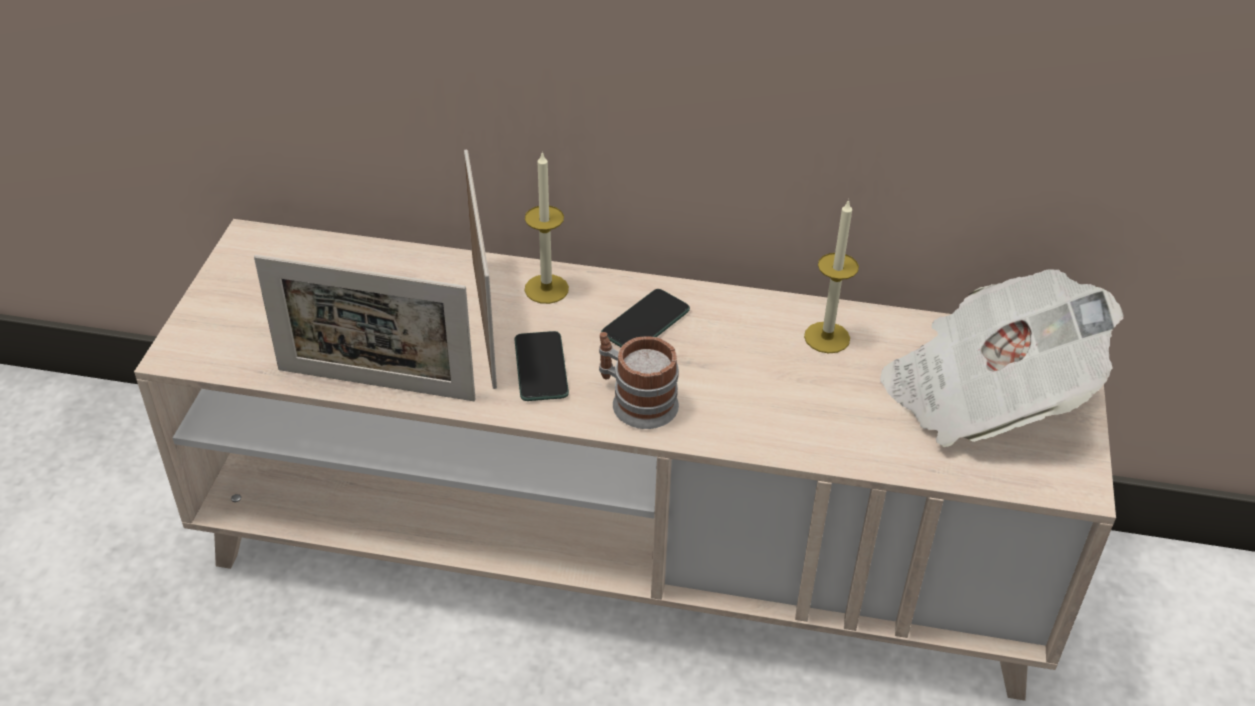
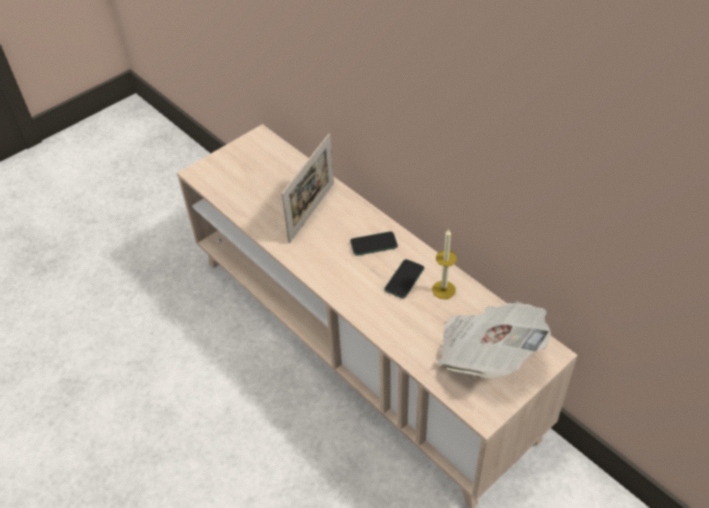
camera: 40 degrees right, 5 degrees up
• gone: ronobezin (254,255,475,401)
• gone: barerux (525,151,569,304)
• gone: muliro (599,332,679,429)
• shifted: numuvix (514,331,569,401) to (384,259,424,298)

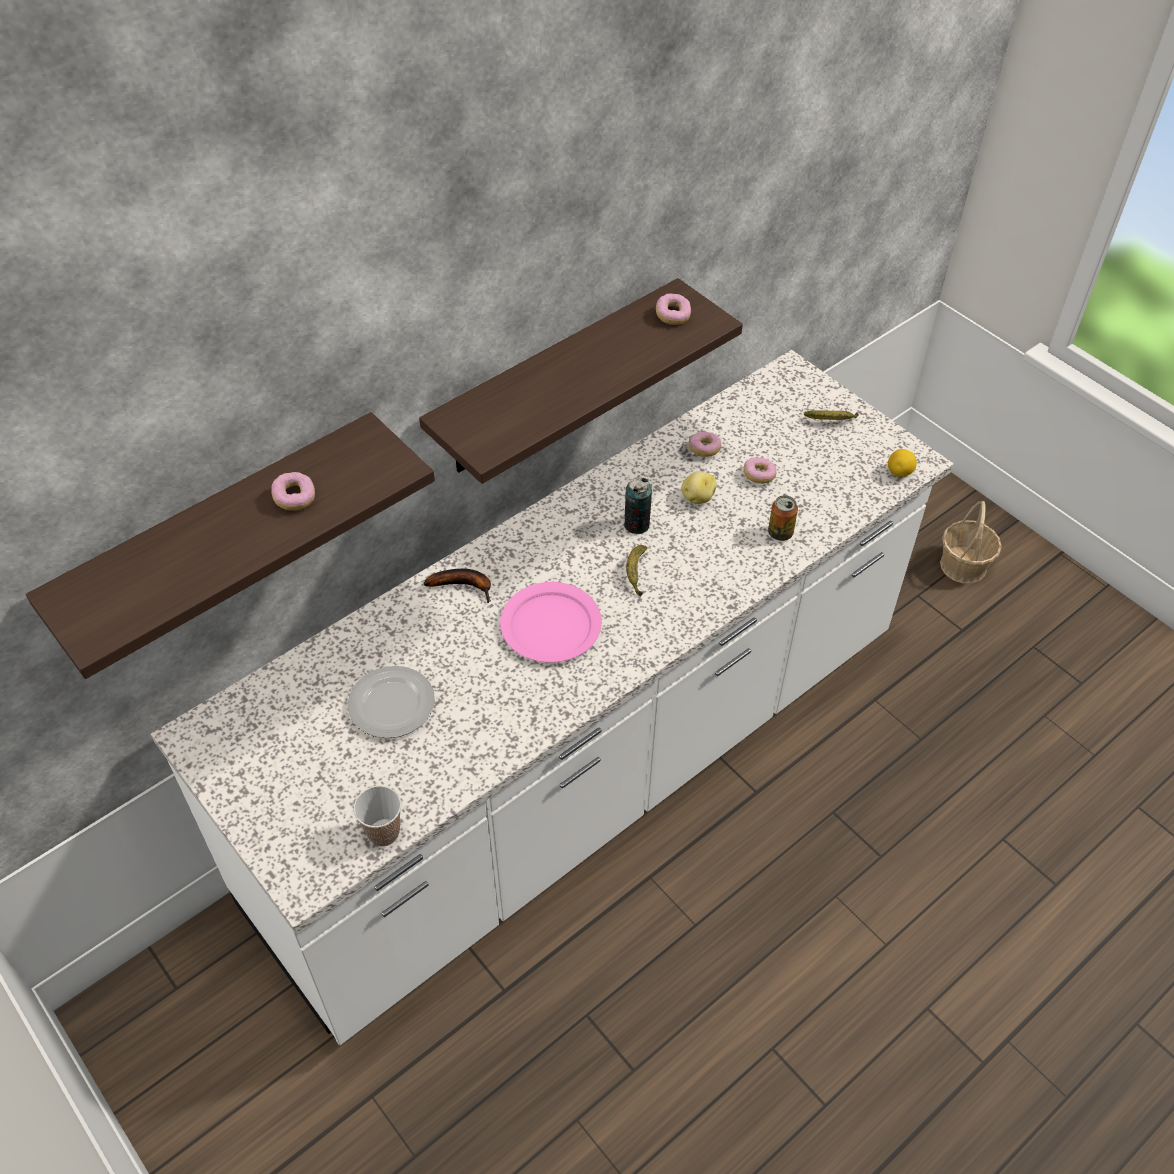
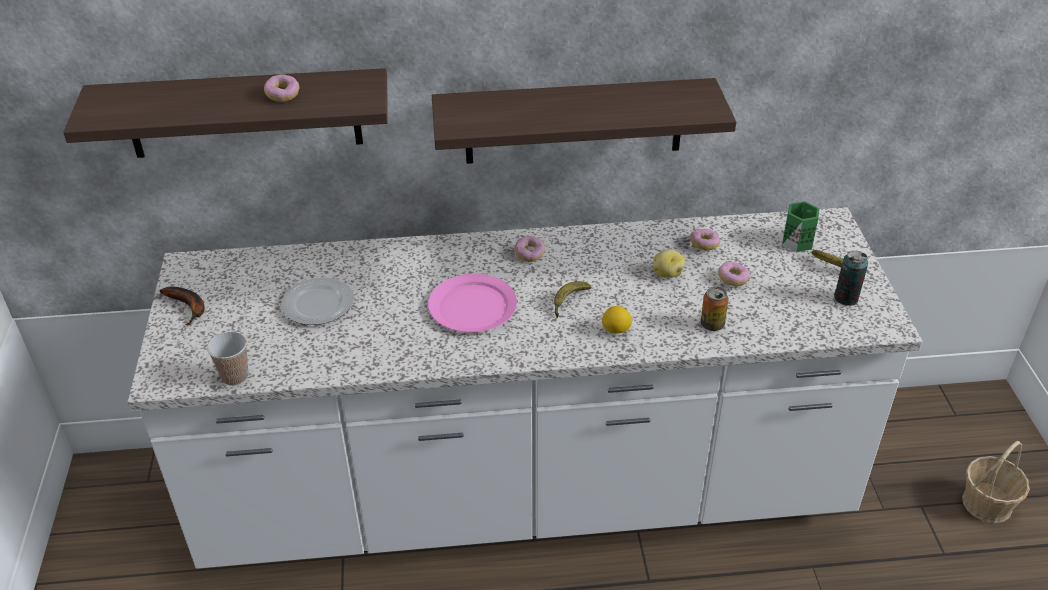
camera: 35 degrees right, 10 degrees down
• new: green muliro (782,202,819,252)
• shifted: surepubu (424,569,491,603) to (160,286,205,326)
• shifted: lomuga (624,477,652,534) to (834,250,868,306)
• shifted: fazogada (656,293,691,325) to (514,236,545,262)
• shifted: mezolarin (888,449,917,477) to (602,306,632,334)

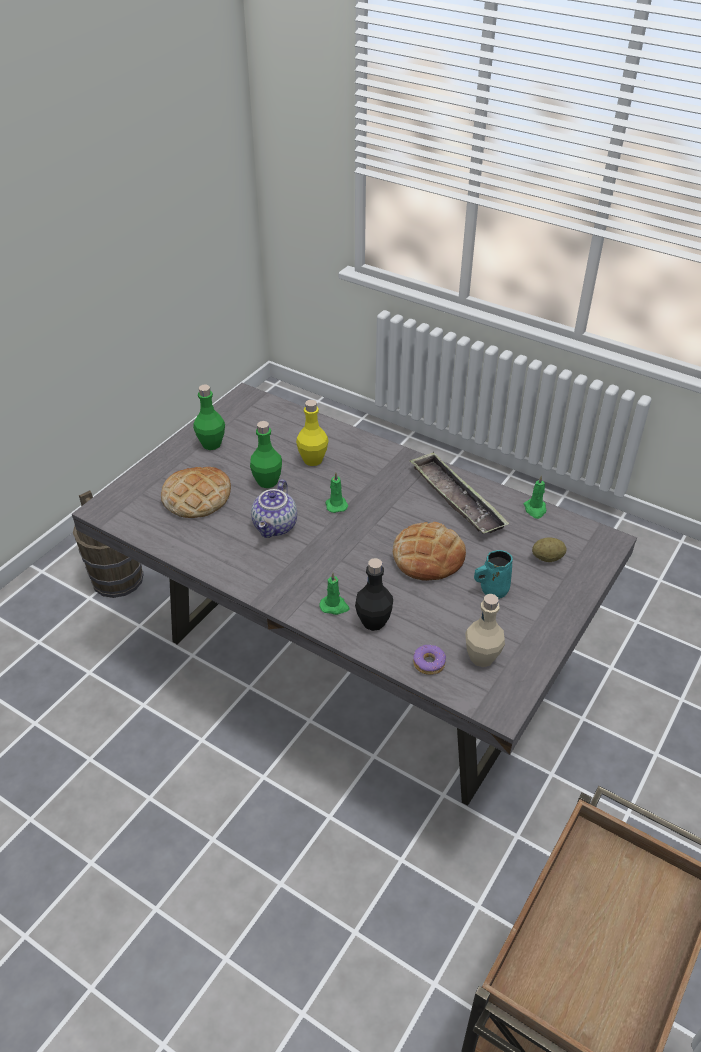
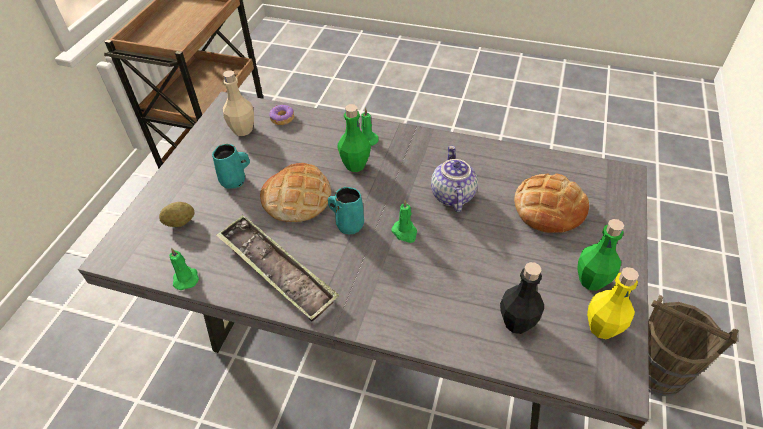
camera: 165 degrees right, 5 degrees up
• new: turquoise muliro (328,187,364,234)
• shifted: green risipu (250,421,282,488) to (337,104,371,172)
• shifted: yellow risipu (296,400,328,466) to (587,267,639,339)
• shifted: black risipu (355,558,393,631) to (500,262,544,334)

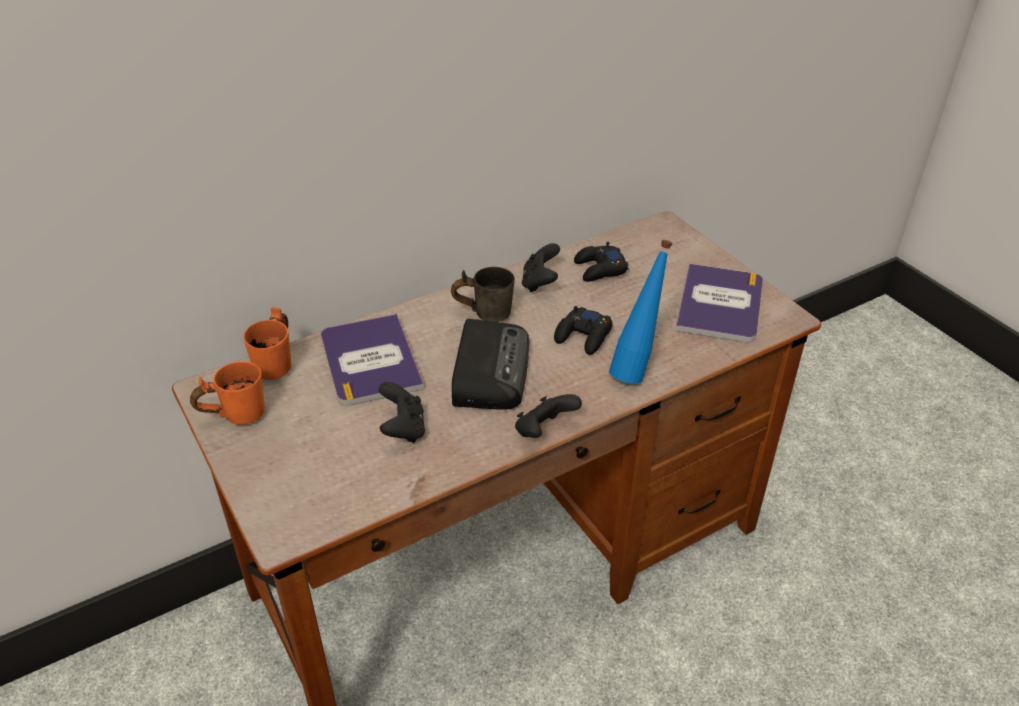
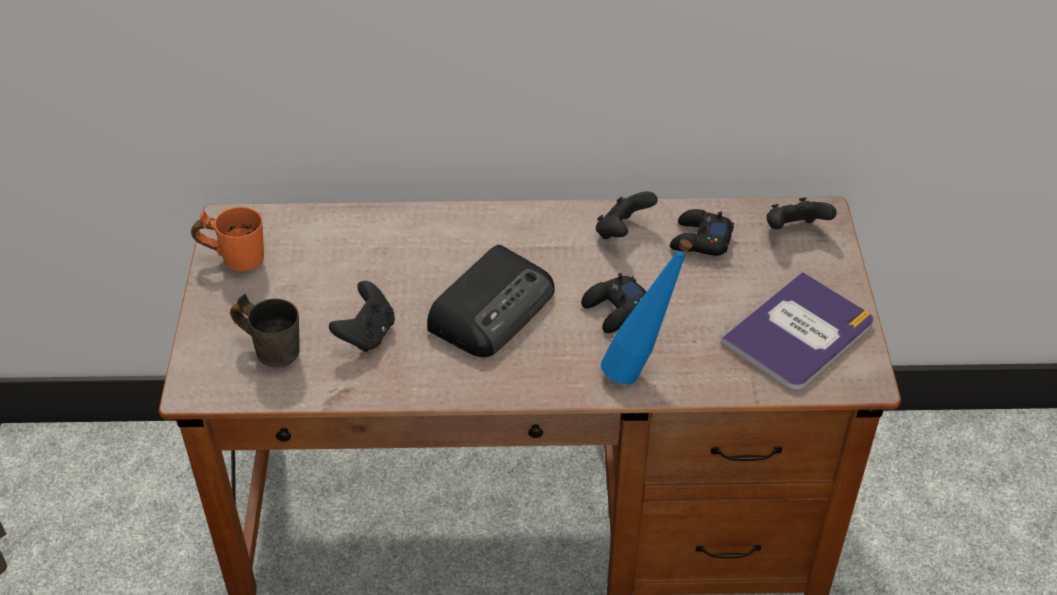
camera: 30 degrees right, 5 degrees up
• gone: orange muliro (244,307,291,380)
• gone: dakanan (321,314,424,406)
• shifted: grey muliro (451,267,515,322) to (230,294,300,367)
• shifted: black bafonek (515,394,582,438) to (766,197,837,229)

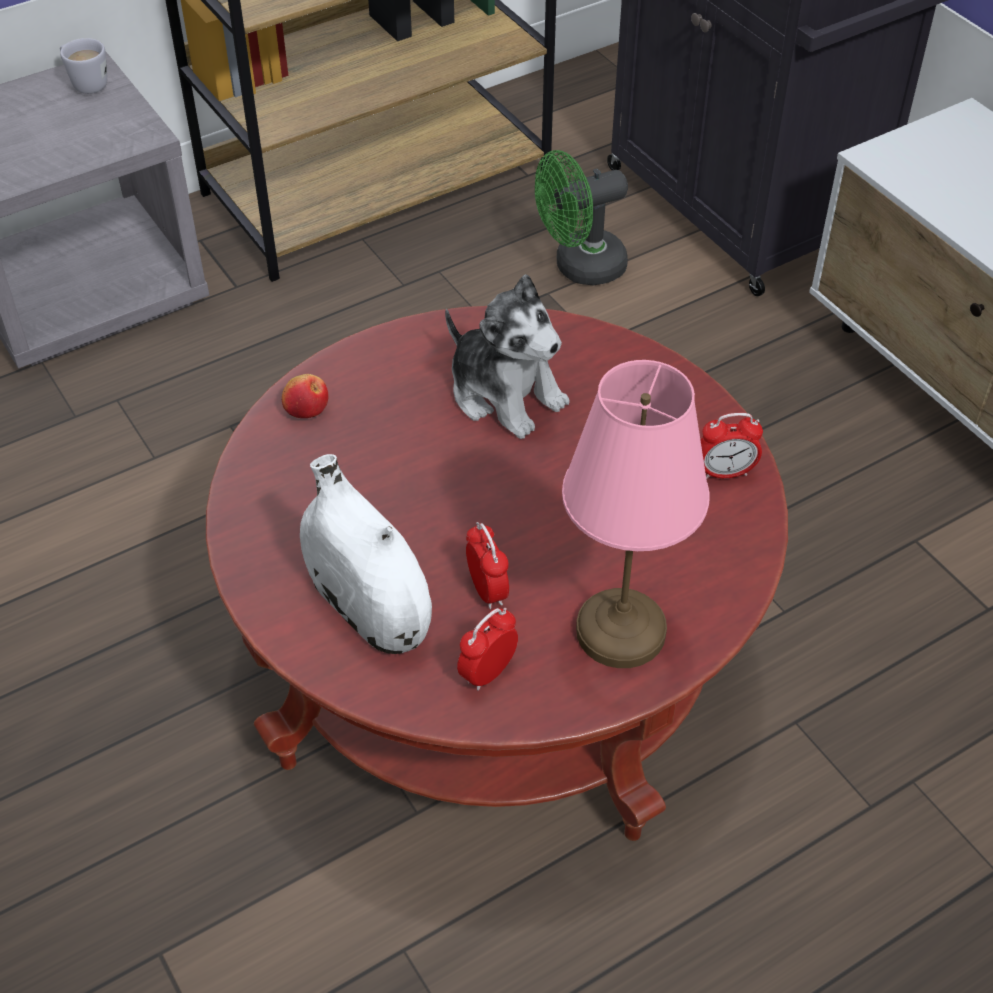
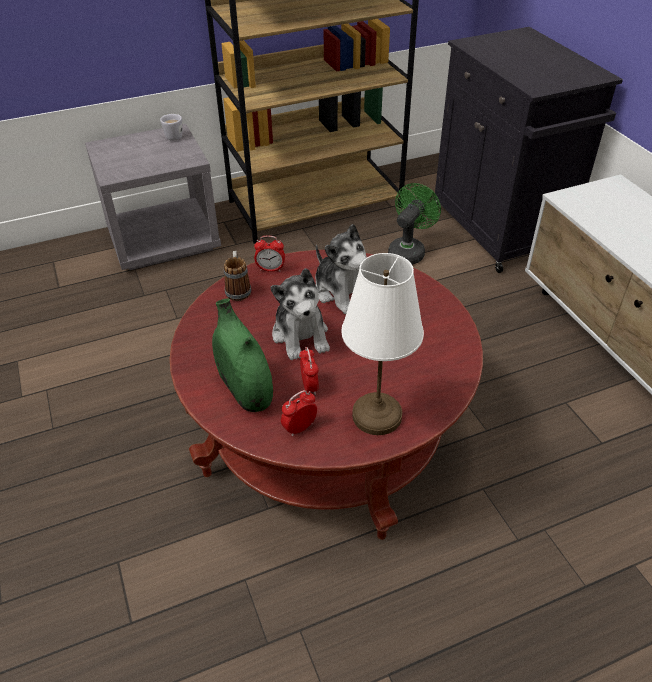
camera: 10 degrees right, 5 degrees down
• new: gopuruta (271,268,330,360)
• shifted: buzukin (701,413,763,479) to (254,236,285,272)
• swapped: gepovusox (282,374,329,418) to muliro (224,251,252,301)
• repainted: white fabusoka (300,454,432,654) to green fabusoka (212,298,273,412)
• repainted: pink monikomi (562,360,710,668) to white monikomi (341,253,424,435)
• rotated: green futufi (535,150,628,285) = (388,183,441,265) 135 degrees clockwise

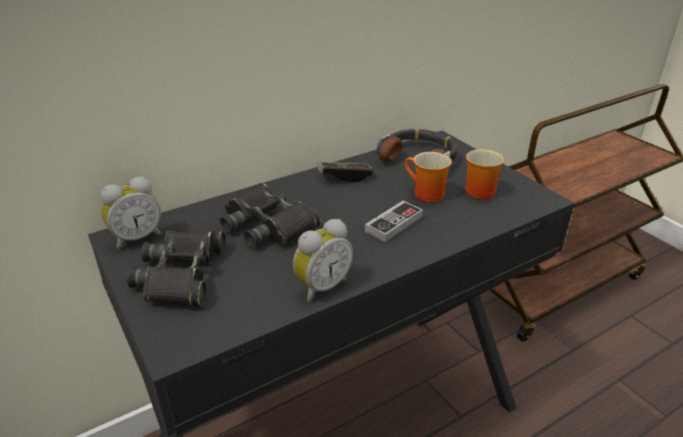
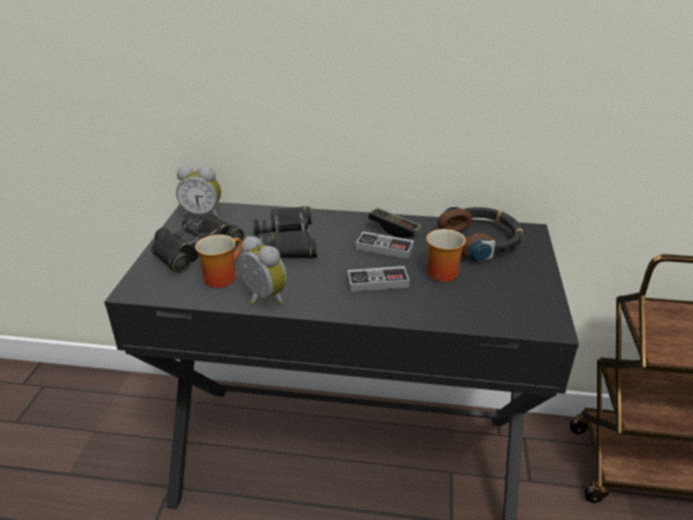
camera: 40 degrees right, 0 degrees up
• new: bafonek (356,232,414,259)
• shifted: muliro (466,149,505,199) to (195,234,242,288)
• rotated: buzukin (293,219,353,302) = (238,236,287,305) 135 degrees counterclockwise

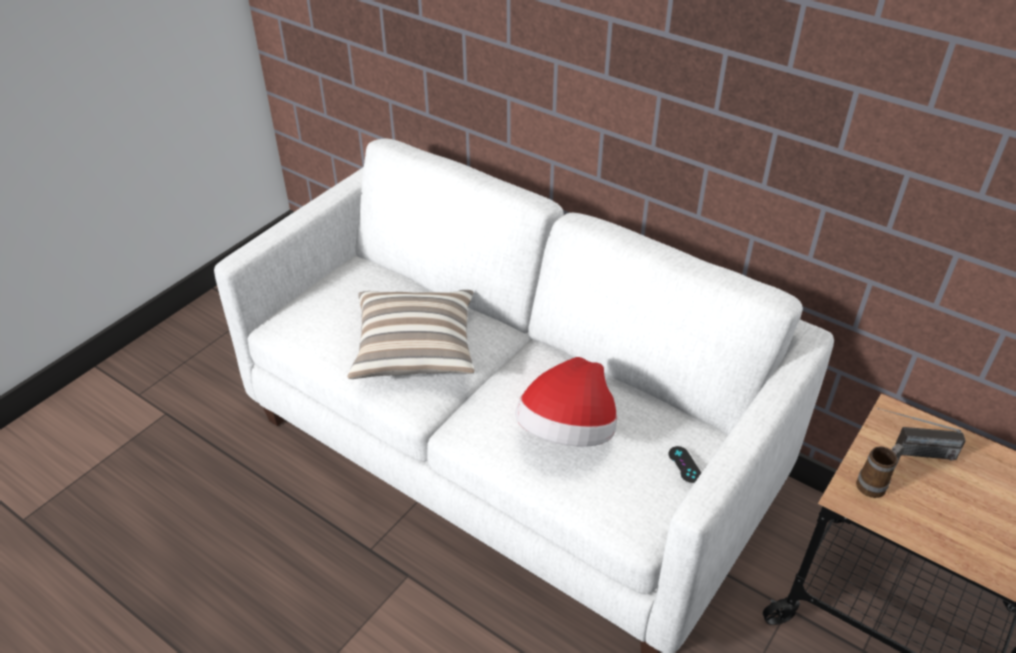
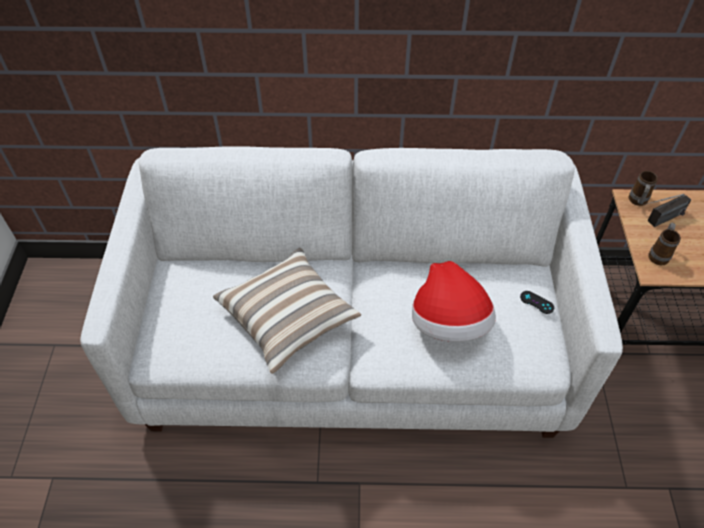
camera: 35 degrees left, 10 degrees up
• new: muliro (628,171,658,206)

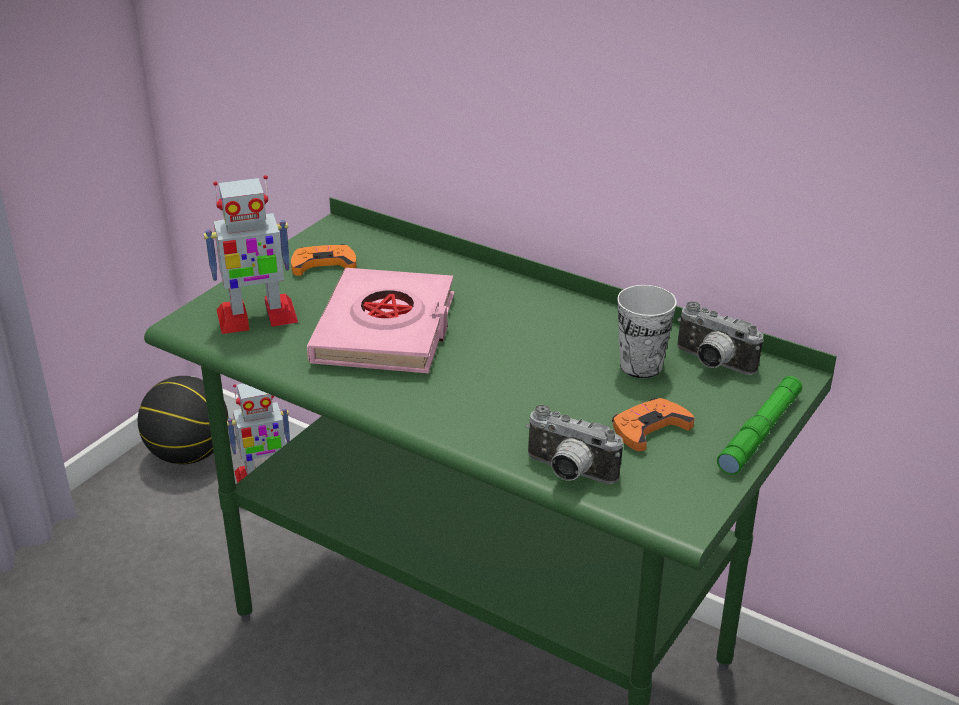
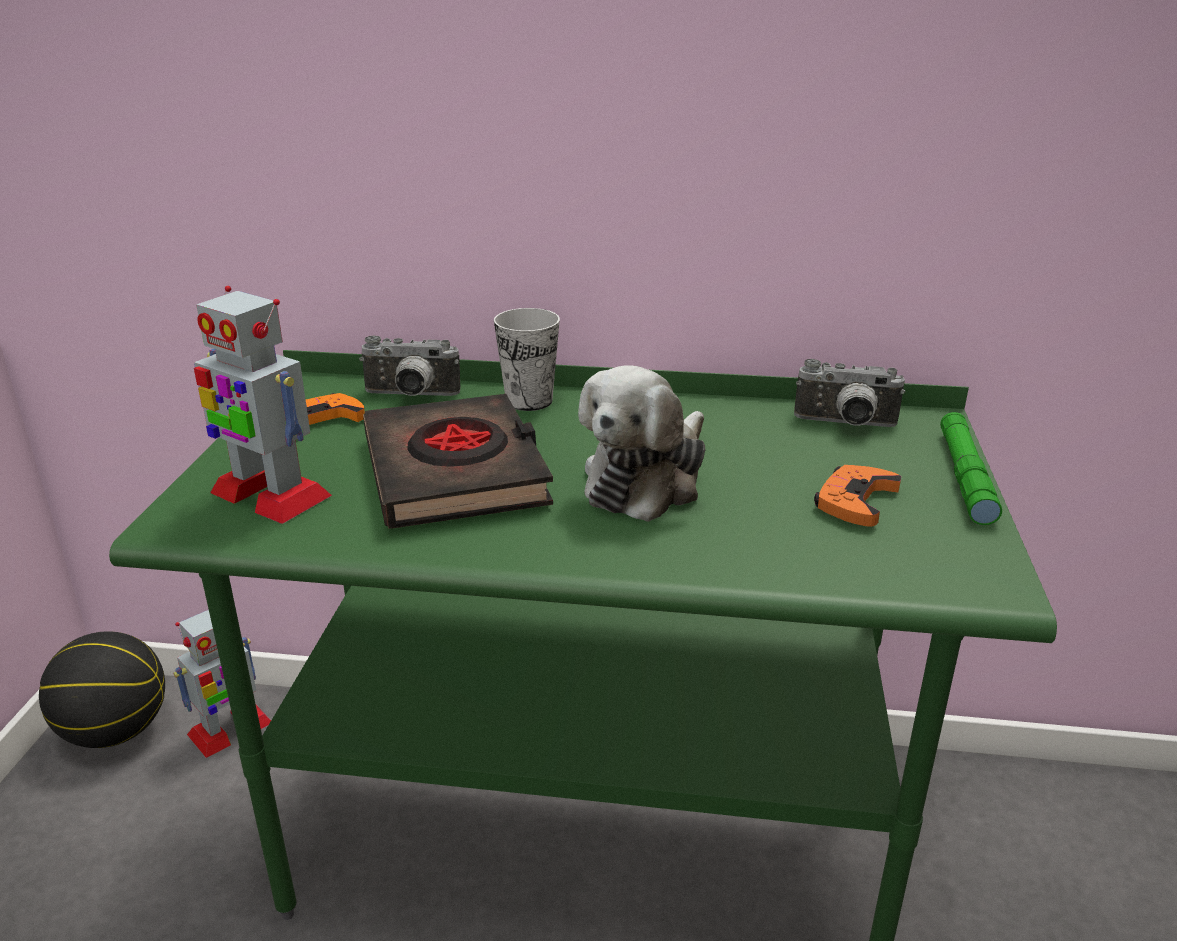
camera: 25 degrees left, 5 degrees down
• new: gopuruta (578,365,705,522)
• shifted: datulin (526,405,623,484) to (359,336,460,396)
• shifted: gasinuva (617,285,677,378) to (494,308,560,411)
• repainted: pink dakanan (307,268,455,373) to black dakanan (363,394,553,529)
• rotated: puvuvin (204,175,299,334) = (194,286,332,524) 75 degrees clockwise

